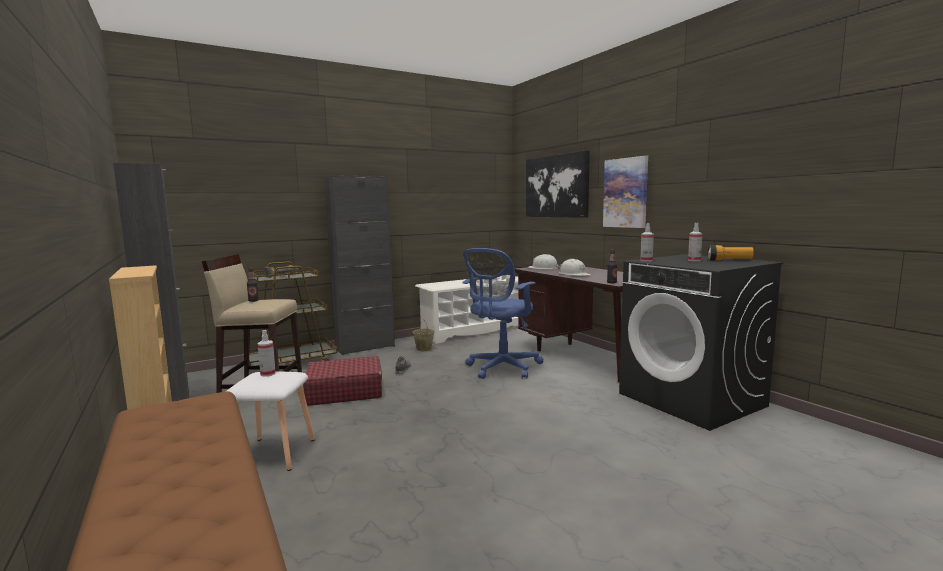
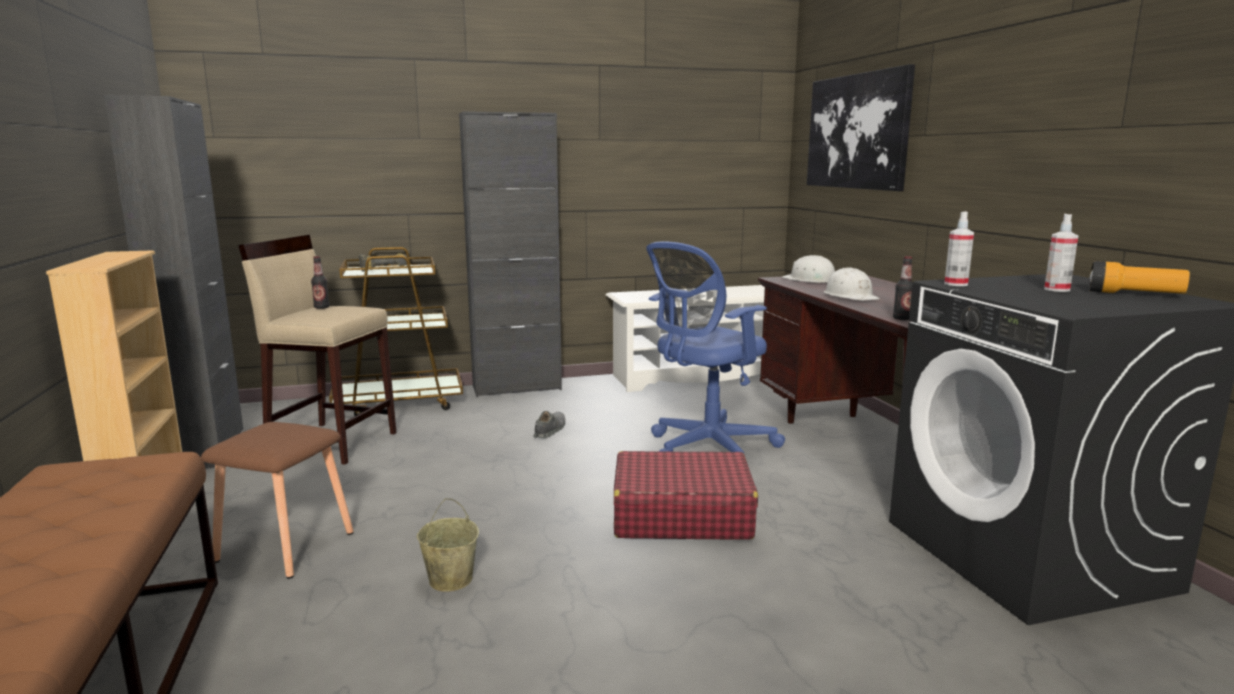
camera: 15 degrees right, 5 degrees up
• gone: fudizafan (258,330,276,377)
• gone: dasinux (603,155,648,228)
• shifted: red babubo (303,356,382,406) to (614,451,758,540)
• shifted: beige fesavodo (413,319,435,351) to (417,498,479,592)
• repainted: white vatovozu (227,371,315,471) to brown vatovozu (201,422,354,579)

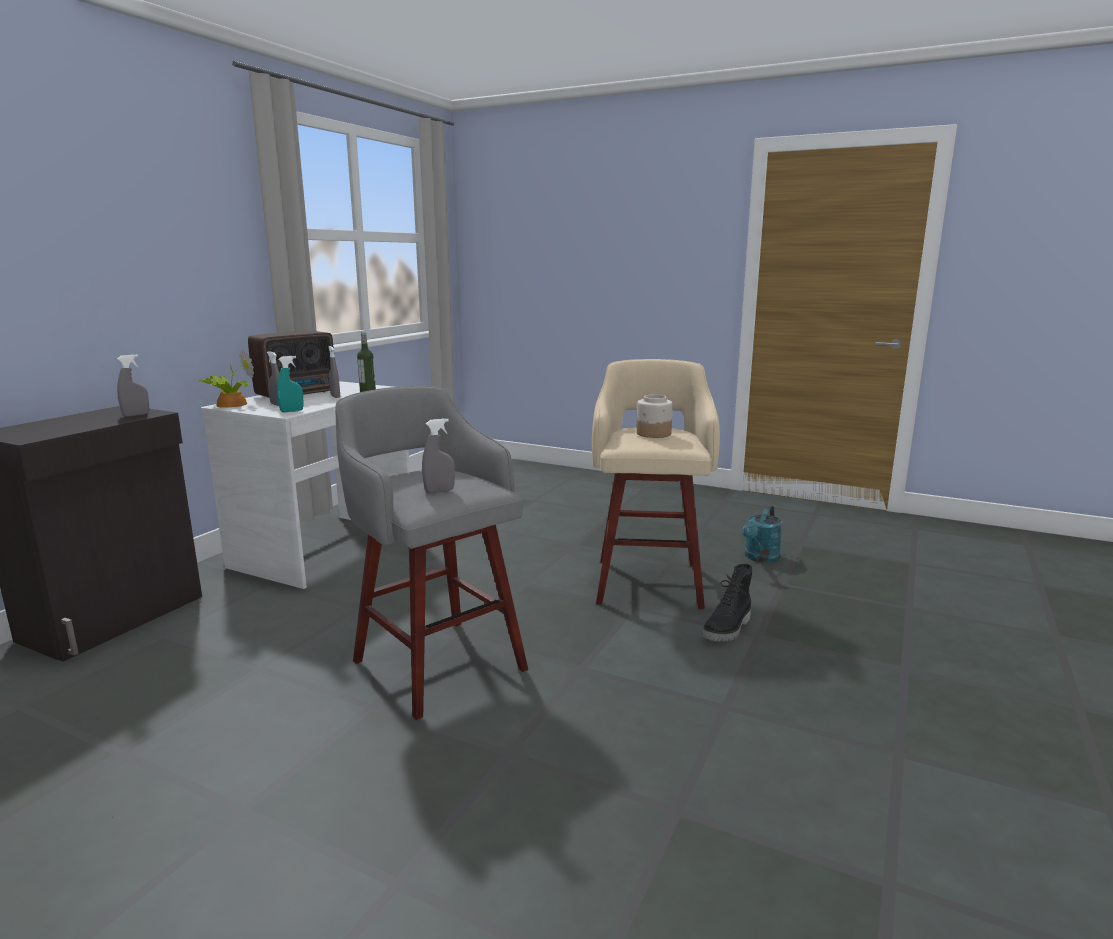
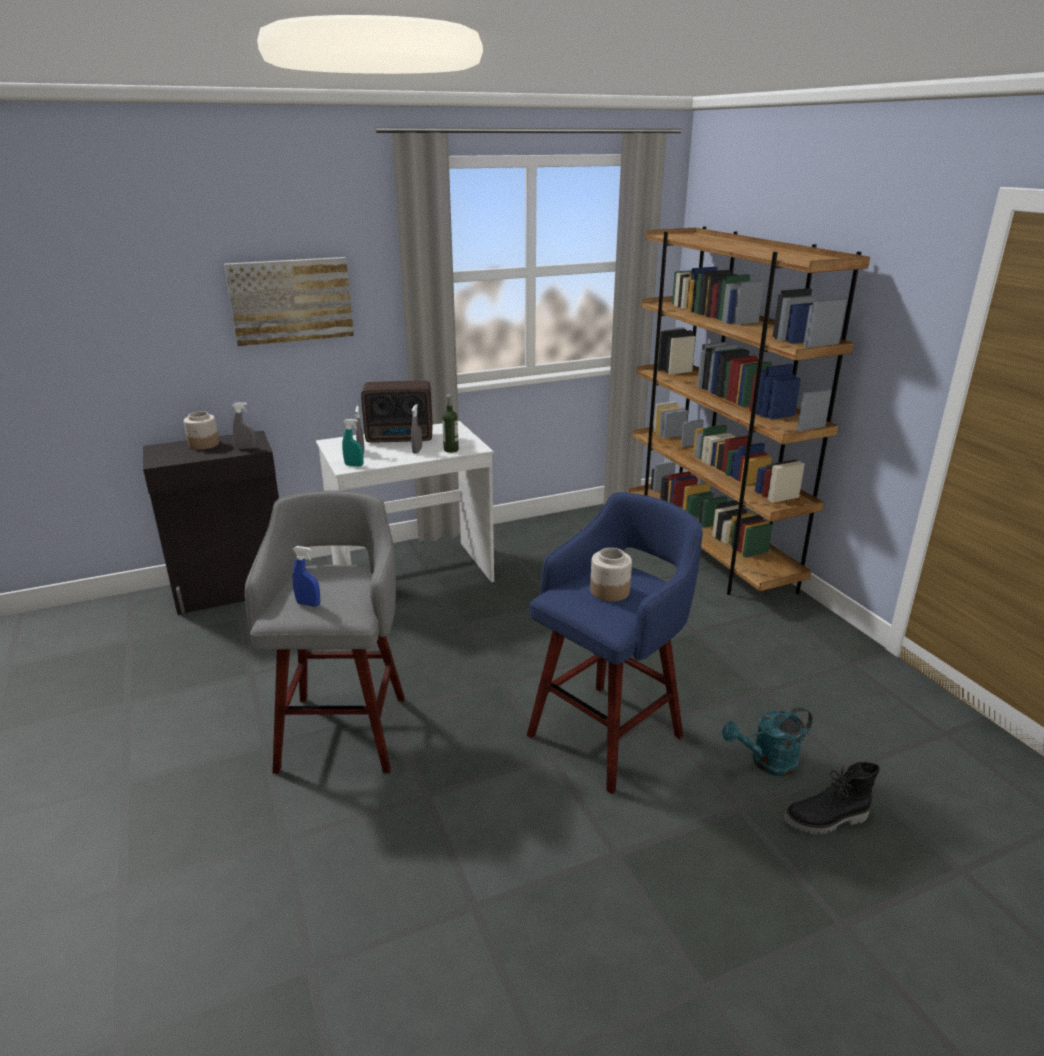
camera: 40 degrees right, 10 degrees up
• gone: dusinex (199,349,254,408)
• new: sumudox (184,411,219,450)
• new: dasinux (224,257,354,346)
• new: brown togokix (629,226,870,595)
• shifted: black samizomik (702,564,753,642) to (784,762,880,834)
• repainted: grey fudizafan (422,418,455,493) to blue fudizafan (292,546,320,607)
• repainted: beige vatovozu (592,359,720,609) to blue vatovozu (527,493,703,794)

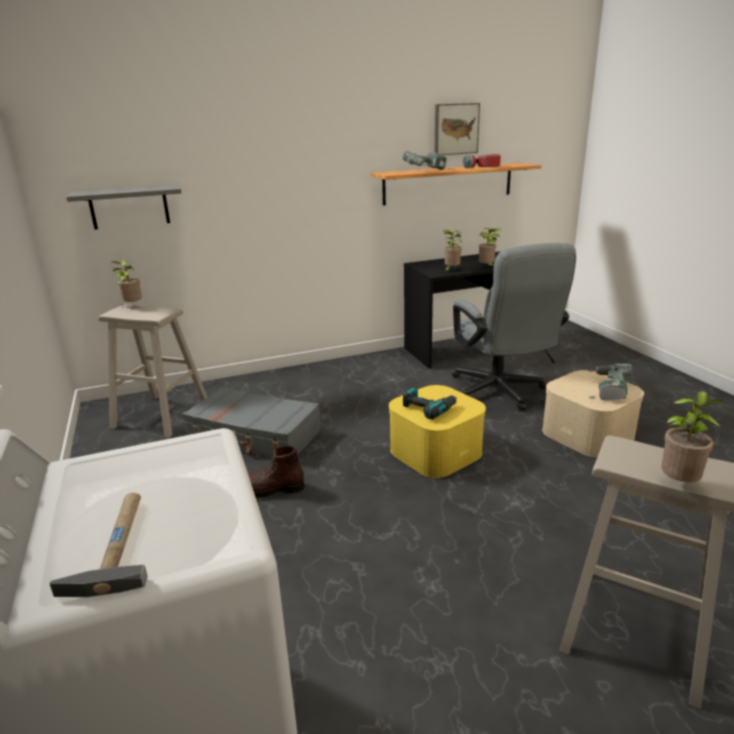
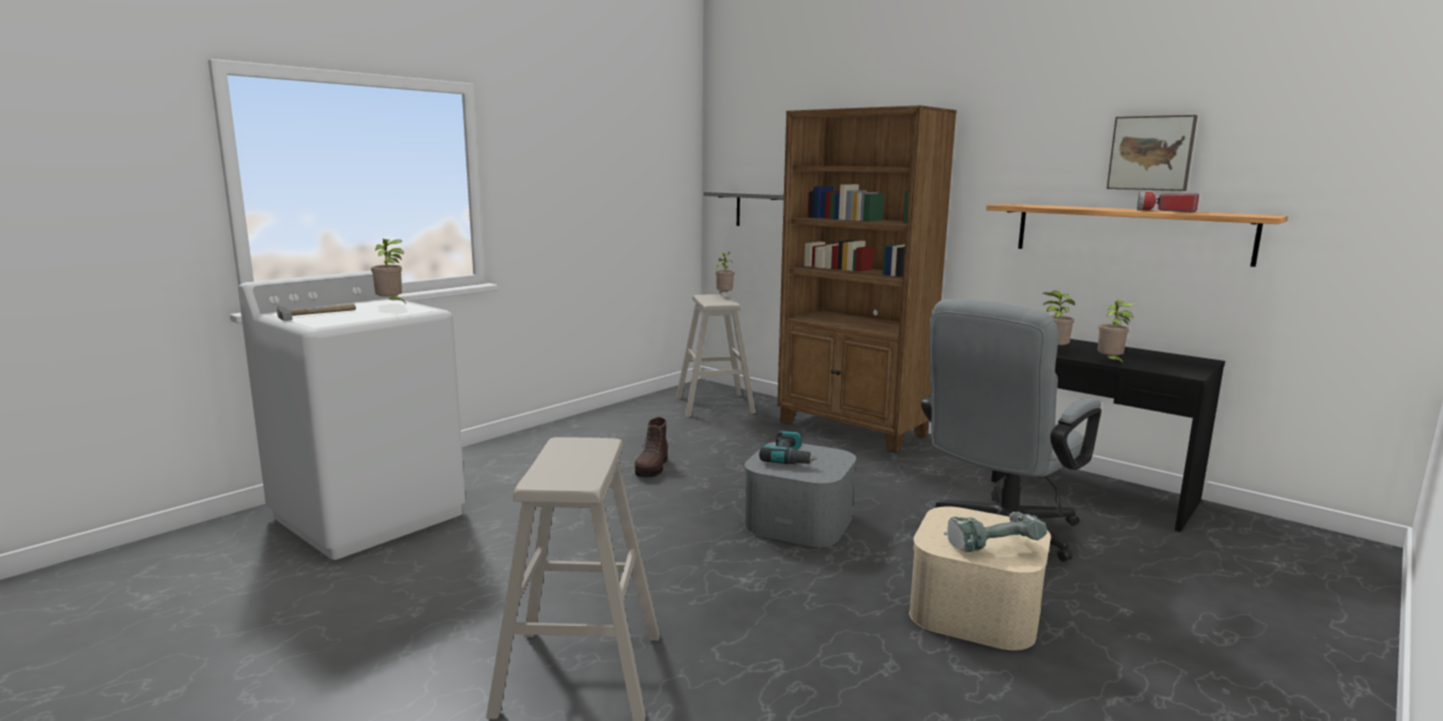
camera: 60 degrees right, 10 degrees down
• gone: grey babubo (182,387,321,459)
• gone: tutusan (403,151,450,170)
• new: brown togokix (777,105,957,453)
• shifted: dusinex (661,391,723,482) to (371,239,406,304)
• repainted: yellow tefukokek (389,385,486,478) to grey tefukokek (744,442,856,547)
• rotated: brown samizomik (248,446,305,498) = (635,417,668,477) 135 degrees counterclockwise

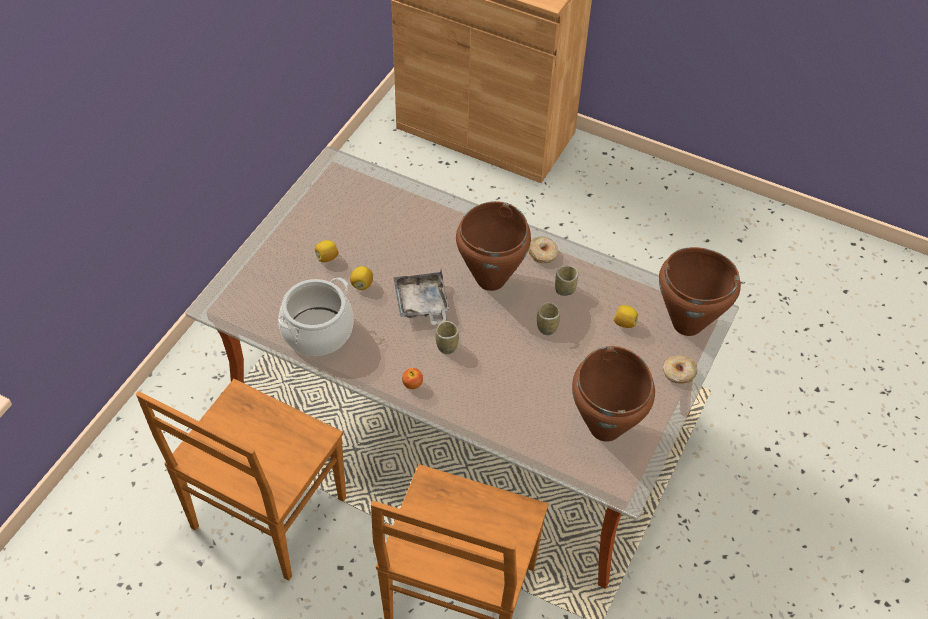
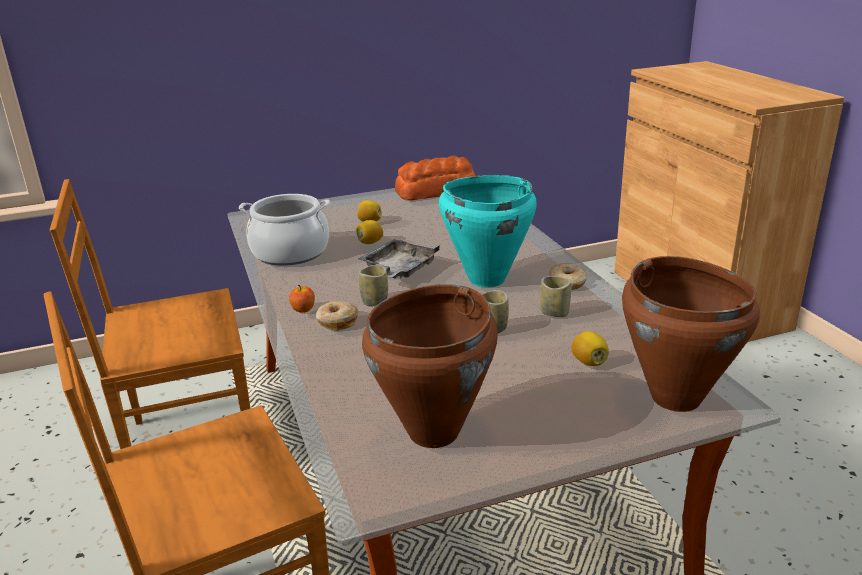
camera: 45 degrees right, 25 degrees down
• new: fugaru (395,156,476,200)
• shifted: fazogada (663,355,697,383) to (316,301,358,331)
• repainted: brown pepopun (456,201,531,291) to turquoise pepopun (439,175,537,287)

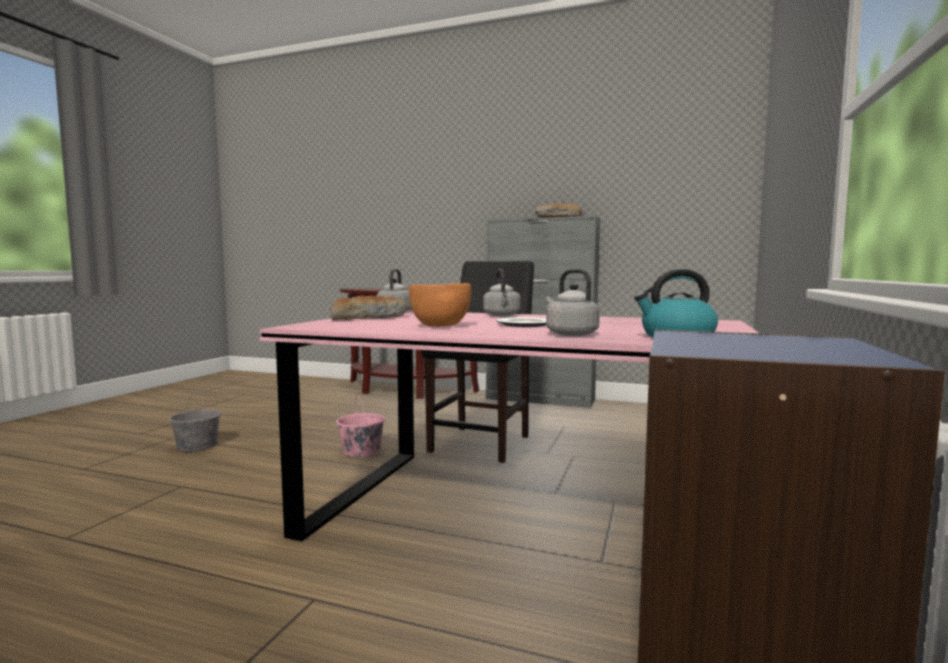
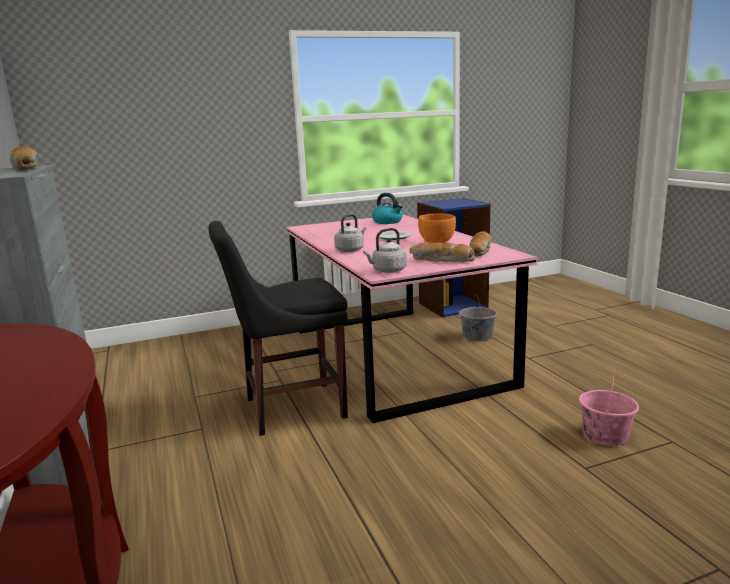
camera: 130 degrees left, 10 degrees up
• gone: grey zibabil (546,269,600,336)
• new: fugaru (469,231,491,256)
• shifted: grey fesavodo (169,391,221,452) to (459,294,497,341)
• shifted: pink fesavodo (336,395,385,457) to (579,376,639,446)

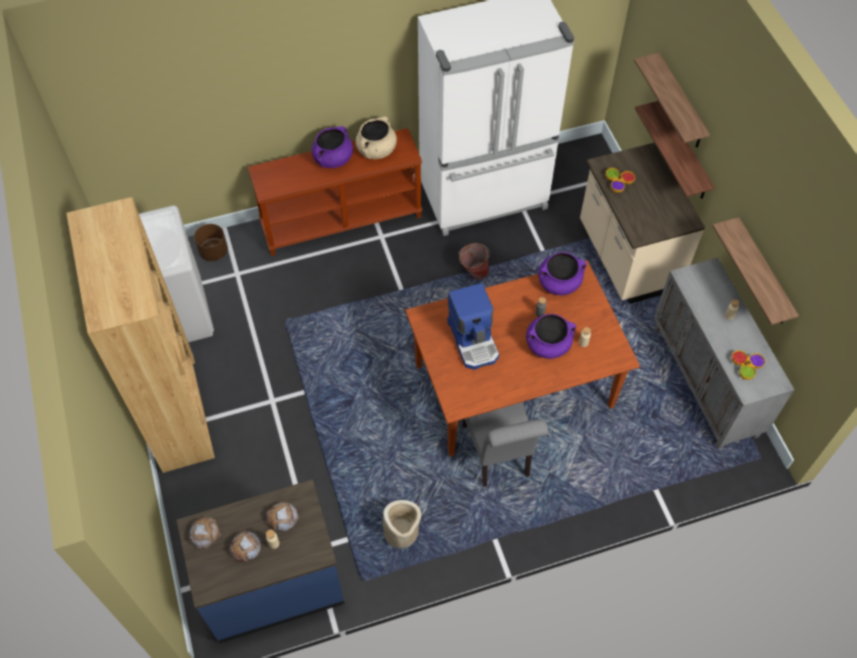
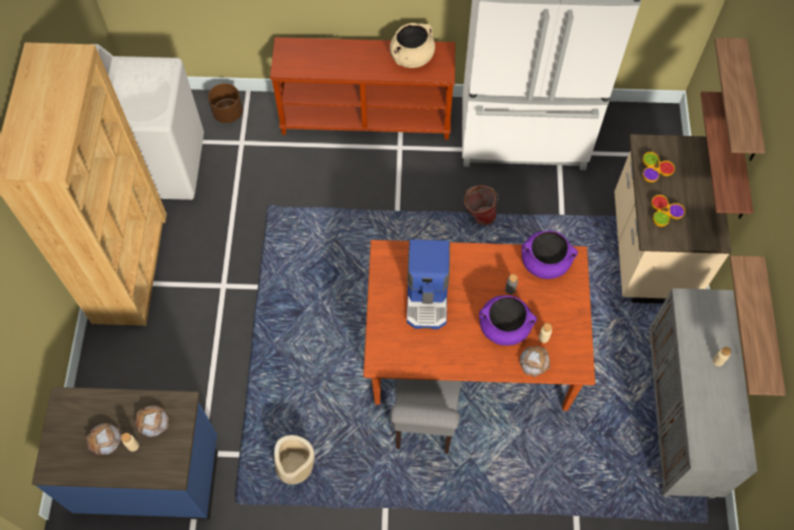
camera: 20 degrees right, 5 degrees up
• gone: purple pepopun (312,126,353,168)
• shifted: fugaru (189,517,221,549) to (520,346,550,377)
• shifted: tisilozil (731,350,765,380) to (651,195,685,227)

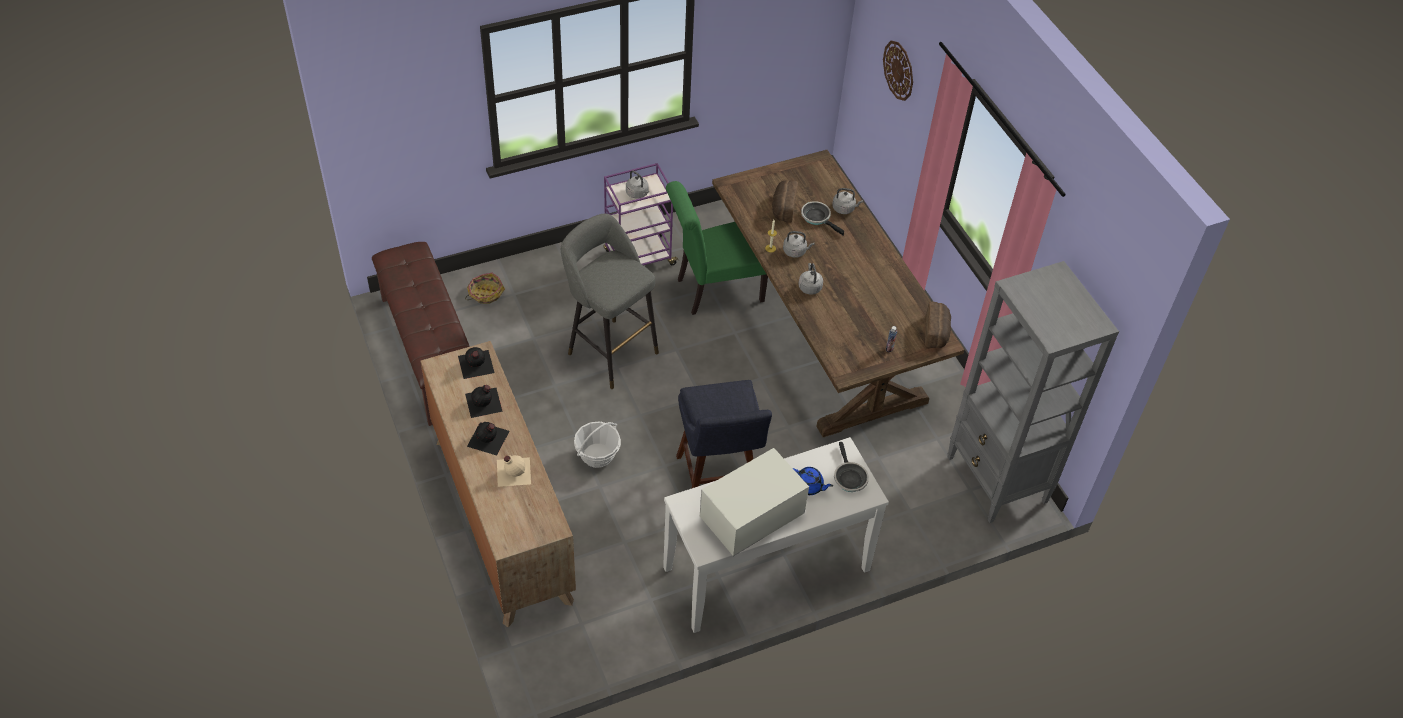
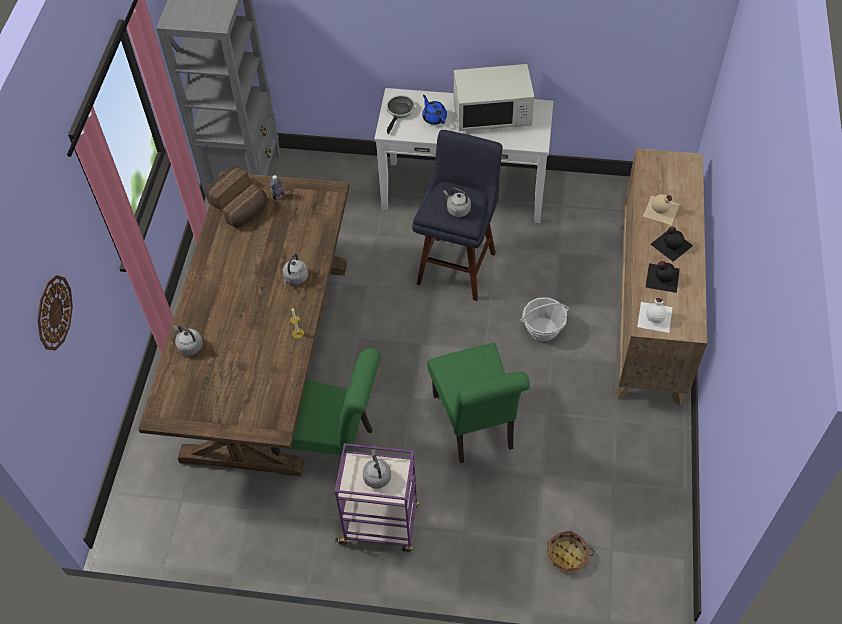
camera: 145 degrees left, 5 degrees up
• gone: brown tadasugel (372,242,470,426)
• gone: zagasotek (801,201,844,235)
• shifted: fugaru (772,180,798,223) to (223,184,268,228)
• shifted: grey zibabil (783,231,814,258) to (443,188,471,217)
• swapped: grey vatovozu (561,214,659,389) to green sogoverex (427,343,530,464)
• repainted: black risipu (458,347,494,379) to white risipu (637,298,673,333)

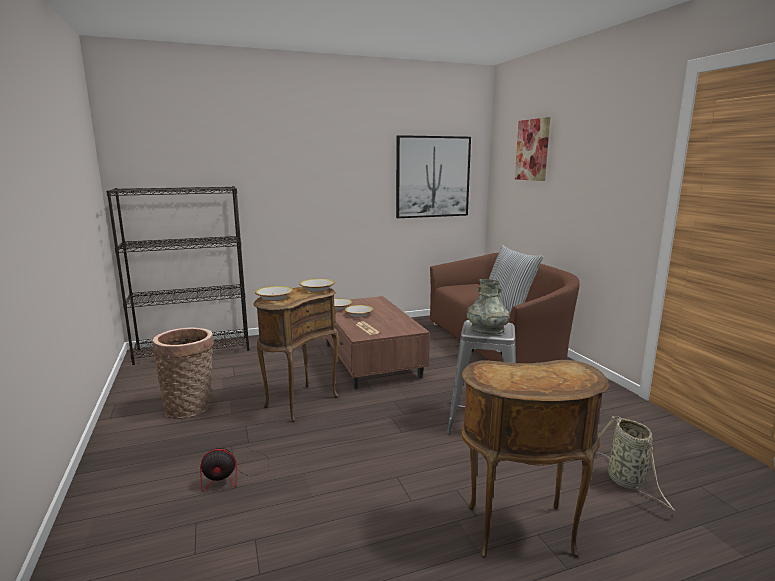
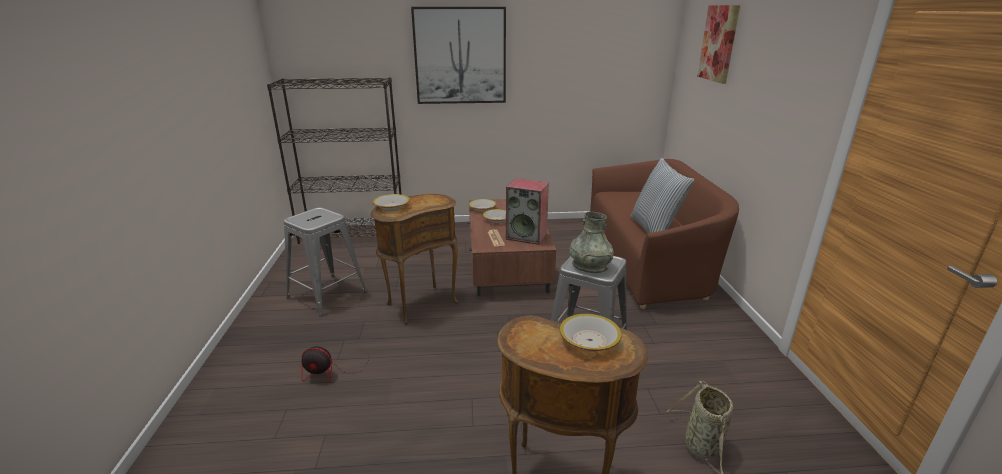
camera: 15 degrees right, 10 degrees up
• new: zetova (506,179,549,245)
• shifted: tisilozil (299,279,335,292) to (560,314,622,352)
• shifted: dasinux (396,135,471,218) to (411,7,506,104)
• swapped: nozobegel (152,327,214,419) to grey vatovozu (283,207,367,316)

